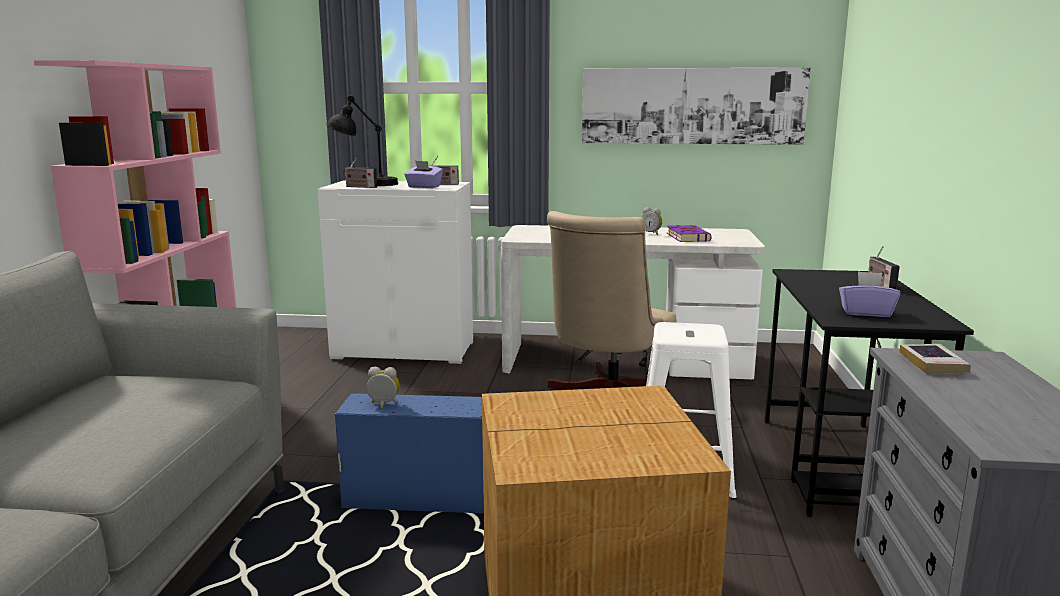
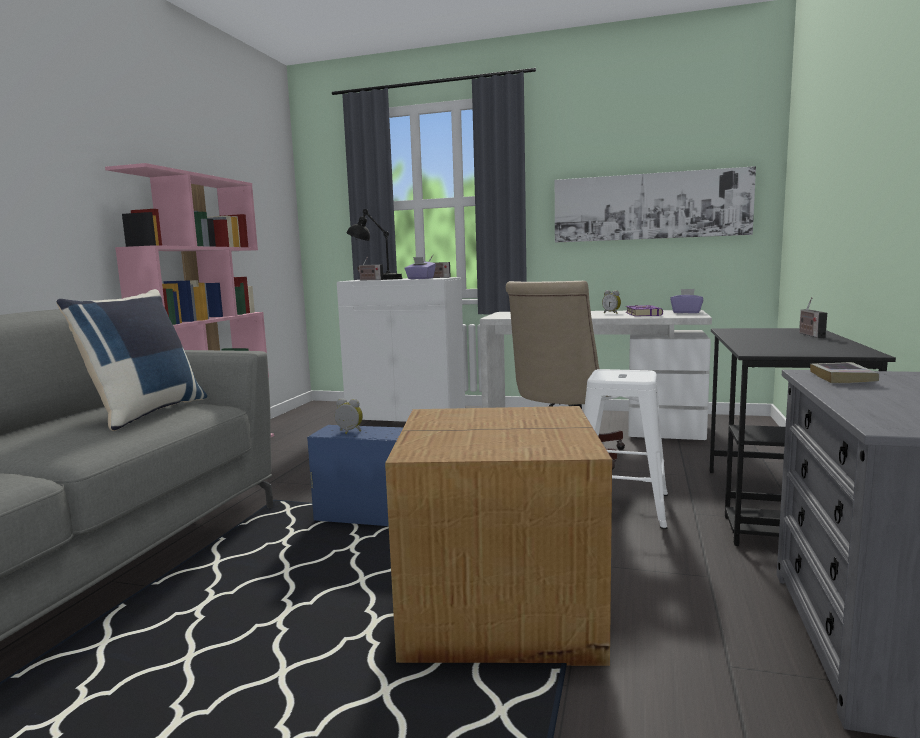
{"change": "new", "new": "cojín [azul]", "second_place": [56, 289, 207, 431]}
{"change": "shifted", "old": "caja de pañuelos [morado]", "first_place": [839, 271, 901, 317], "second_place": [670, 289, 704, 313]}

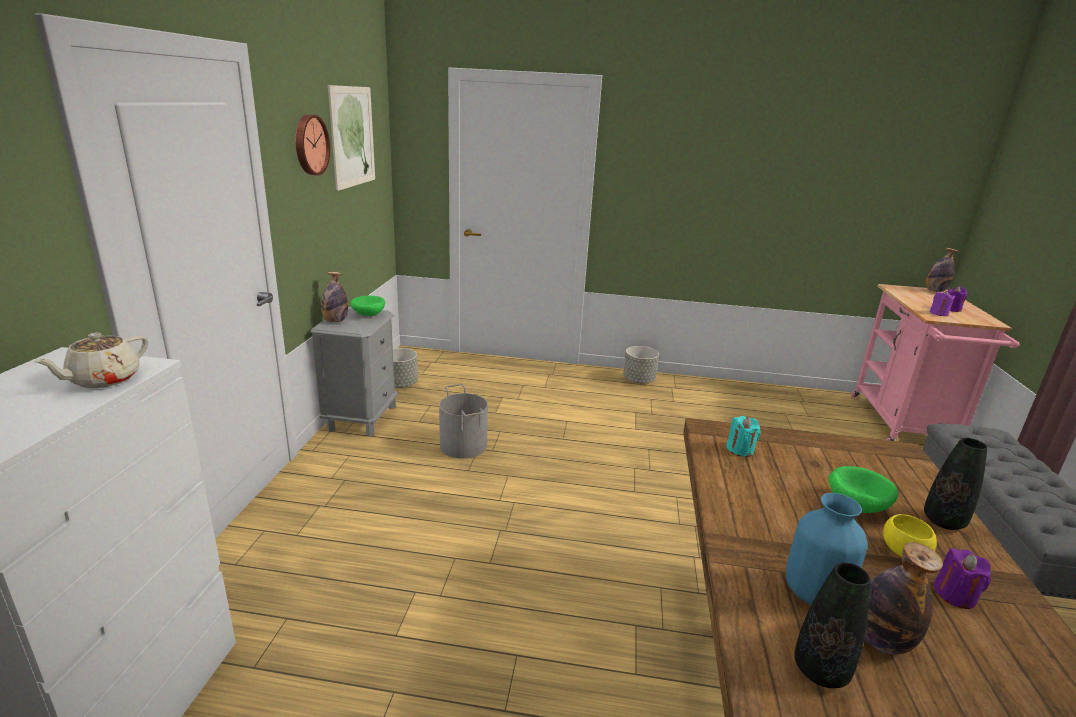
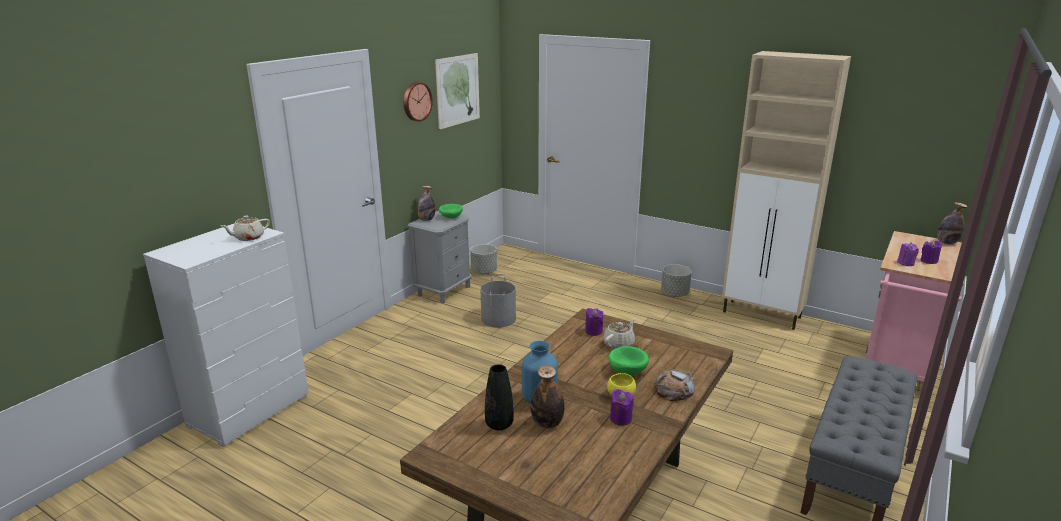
{"change": "new", "new": "tetera [beis]", "second_place": [604, 318, 635, 349]}
{"change": "new", "new": "armario [beis]", "second_place": [722, 51, 851, 330]}
{"change": "swapped", "old": "florero [negro]", "new": "pan", "first_place": [924, 438, 987, 530], "second_place": [654, 369, 695, 401]}
{"change": "repainted", "old": "vela [turquesa]", "new": "vela [morado]", "first_place": [726, 416, 761, 457], "second_place": [585, 308, 603, 336]}

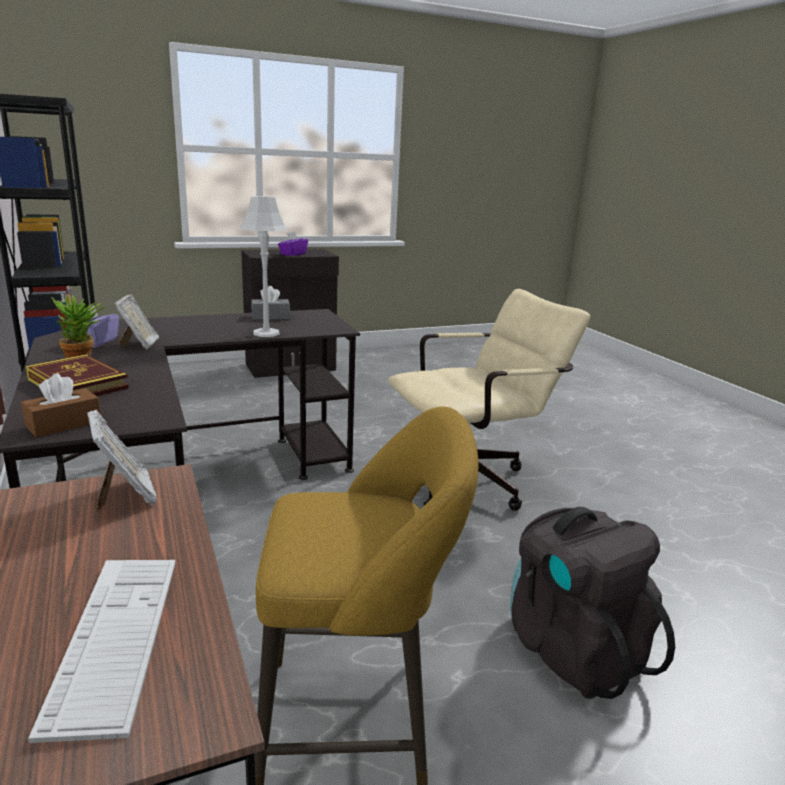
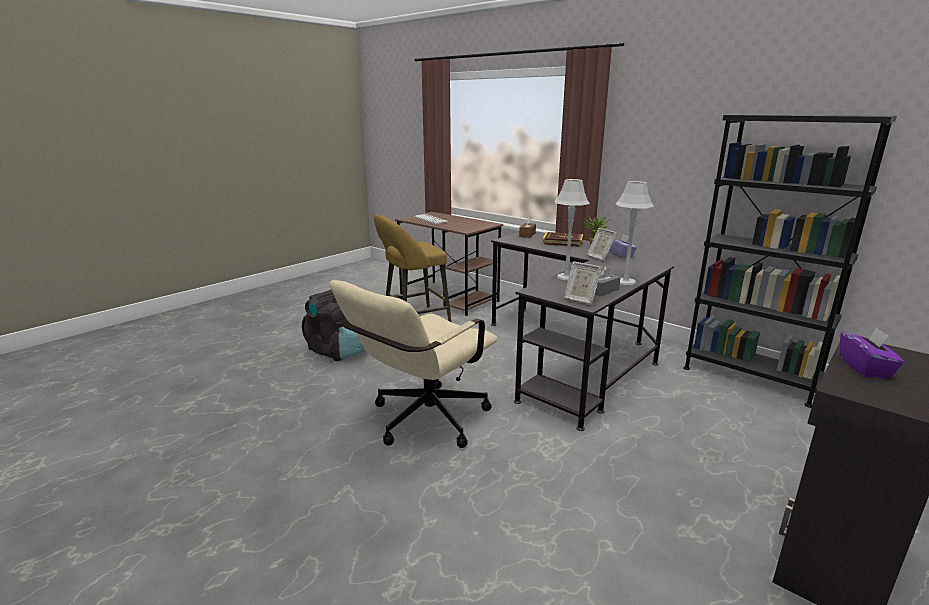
{"change": "new", "new": "lámpara de mesa [gris]", "second_place": [616, 181, 654, 285]}
{"change": "shifted", "old": "portarretratos", "first_place": [87, 410, 157, 511], "second_place": [564, 261, 602, 305]}

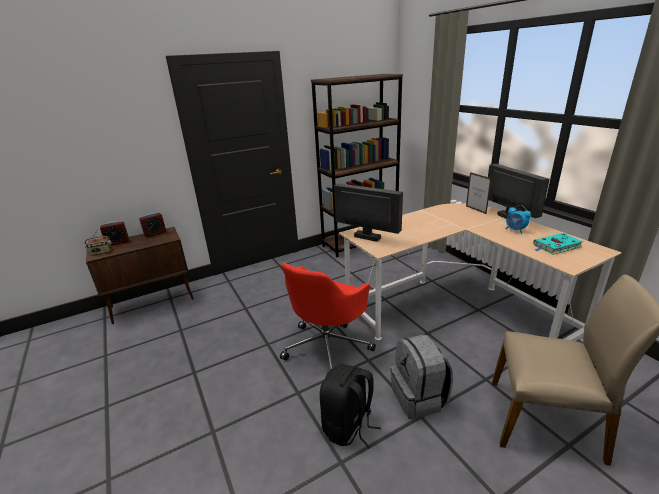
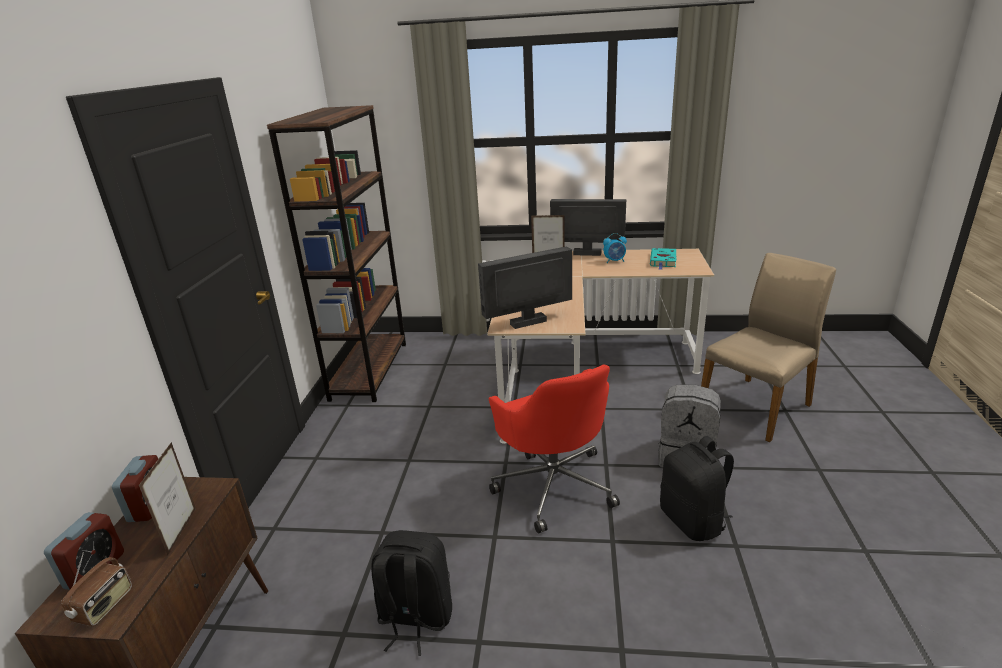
{"change": "new", "new": "portarretratos", "second_place": [139, 442, 196, 555]}
{"change": "new", "new": "mochila [negro]", "second_place": [371, 530, 452, 656]}

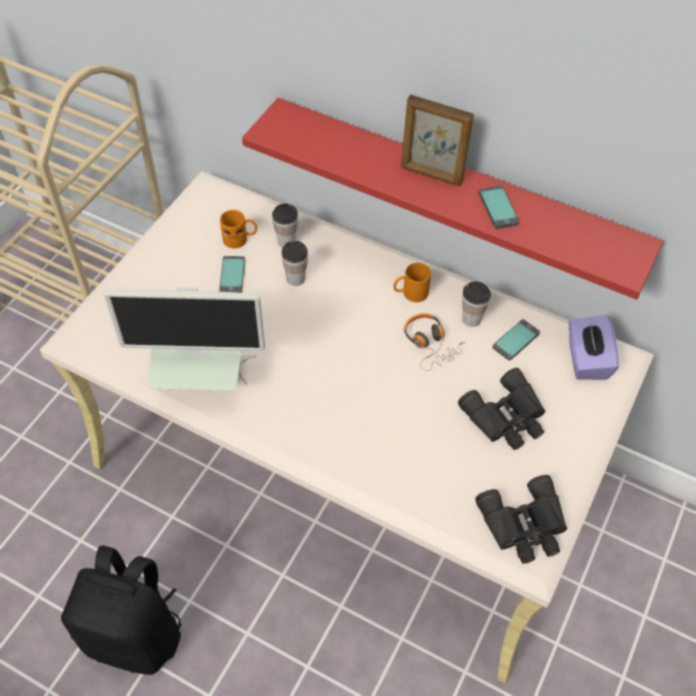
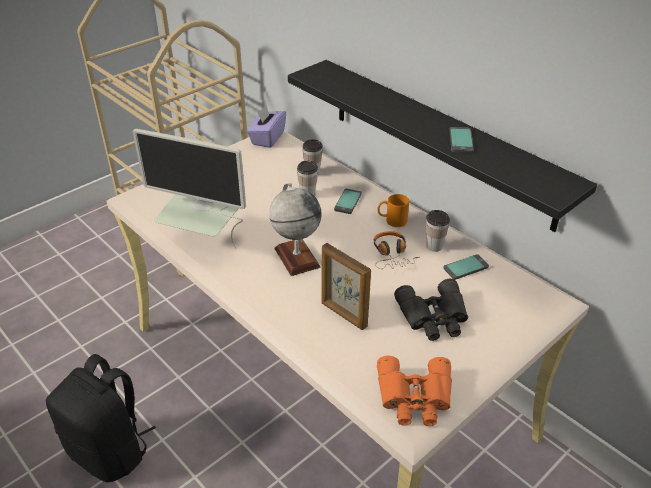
{"change": "gone", "old": "taza grande [naranja]", "first_place": [220, 210, 257, 248]}
{"change": "new", "new": "globo terráqueo", "second_place": [269, 183, 322, 276]}
{"change": "shifted", "old": "móvil", "first_place": [219, 256, 245, 293], "second_place": [334, 188, 362, 214]}
{"change": "shifted", "old": "portarretratos", "first_place": [401, 94, 474, 186], "second_place": [321, 243, 371, 330]}
{"change": "shifted", "old": "caja de pañuelos [morado]", "first_place": [569, 315, 619, 380], "second_place": [247, 105, 286, 148]}
{"change": "repainted", "old": "estante [rojo]", "new": "estante [negro]", "first_place": [242, 98, 663, 300], "second_place": [288, 60, 597, 232]}
{"change": "repainted", "old": "prismáticos [negro]", "new": "prismáticos [naranja]", "first_place": [475, 475, 567, 564], "second_place": [377, 356, 452, 426]}

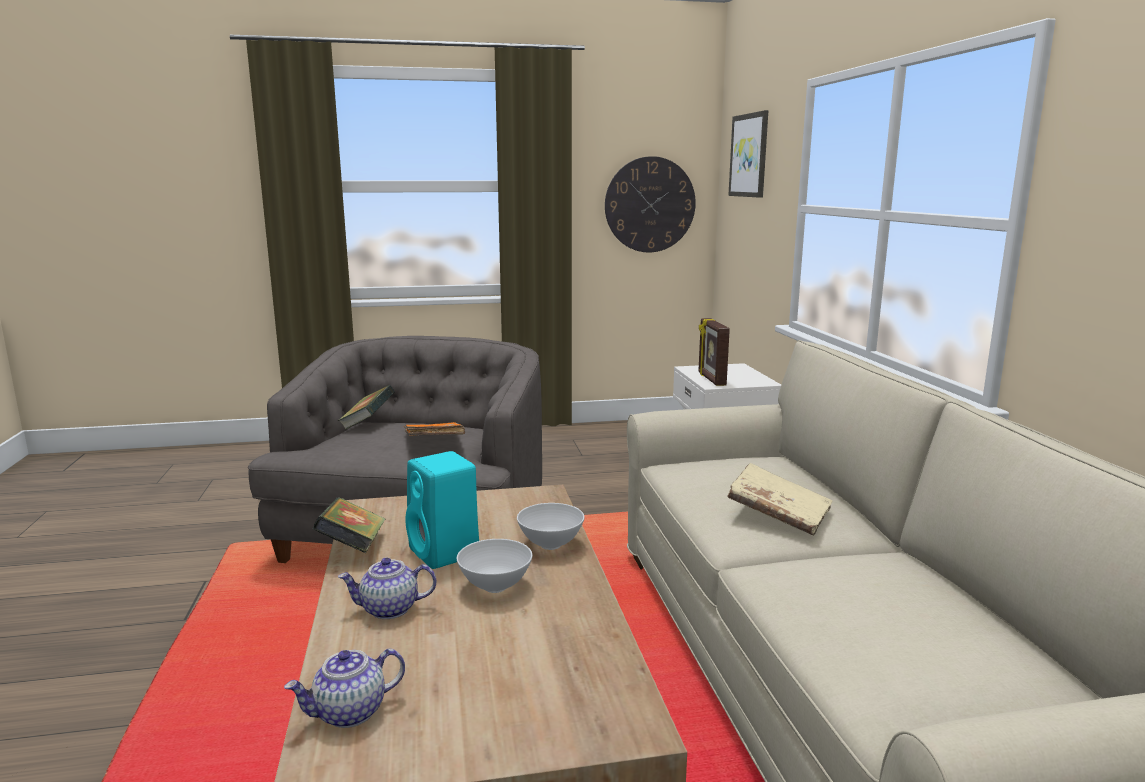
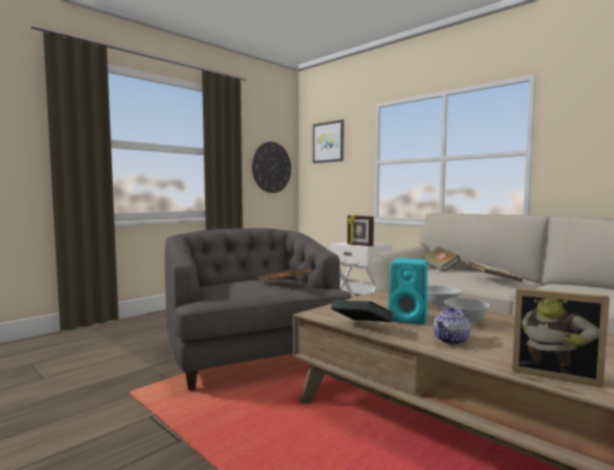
{"change": "shifted", "old": "libro", "first_place": [338, 385, 395, 430], "second_place": [423, 247, 460, 272]}
{"change": "swapped", "old": "tetera", "new": "portarretratos", "first_place": [284, 649, 405, 728], "second_place": [512, 288, 609, 387]}

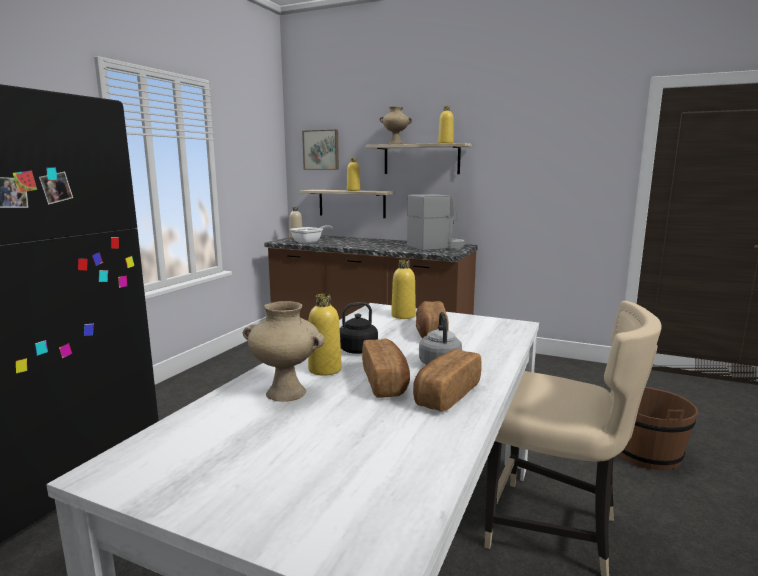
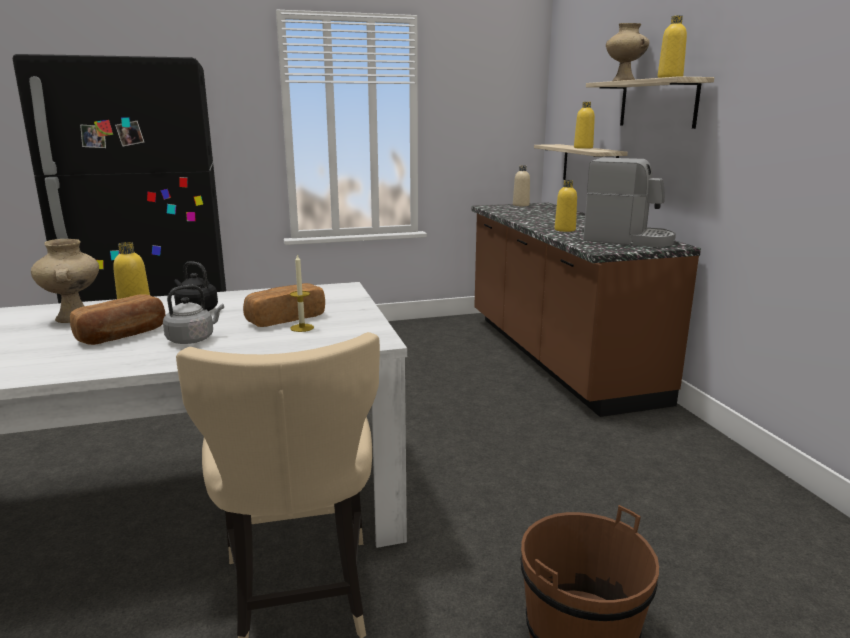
{"change": "gone", "old": "sartén", "first_place": [290, 225, 333, 244]}
{"change": "gone", "old": "cuadro", "first_place": [302, 130, 339, 170]}
{"change": "gone", "old": "pan", "first_place": [413, 349, 482, 412]}
{"change": "new", "new": "vela", "second_place": [290, 254, 314, 332]}
{"change": "shifted", "old": "botella [amarillo]", "first_place": [391, 260, 416, 319], "second_place": [555, 180, 577, 232]}

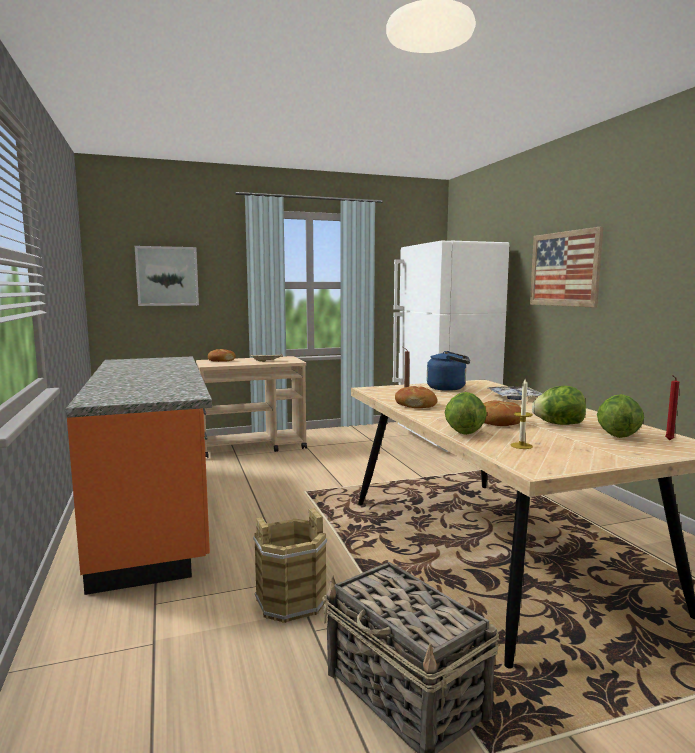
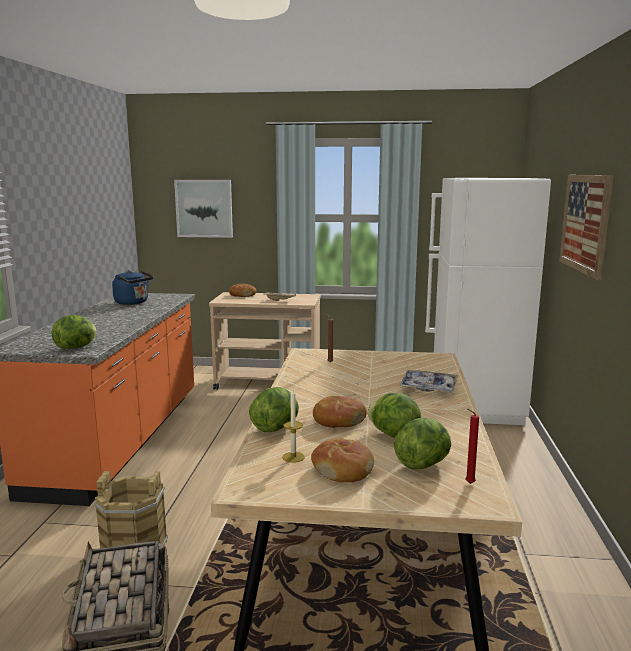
{"change": "new", "new": "lechuga", "second_place": [52, 315, 97, 349]}
{"change": "shifted", "old": "pan", "first_place": [395, 386, 437, 408], "second_place": [311, 438, 374, 482]}
{"change": "shifted", "old": "hervidor [azul]", "first_place": [427, 351, 470, 391], "second_place": [112, 270, 153, 305]}

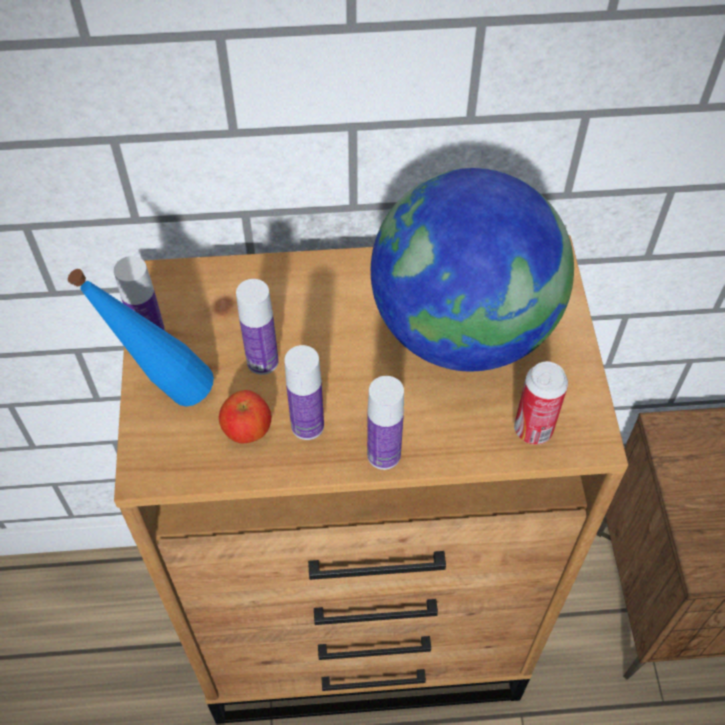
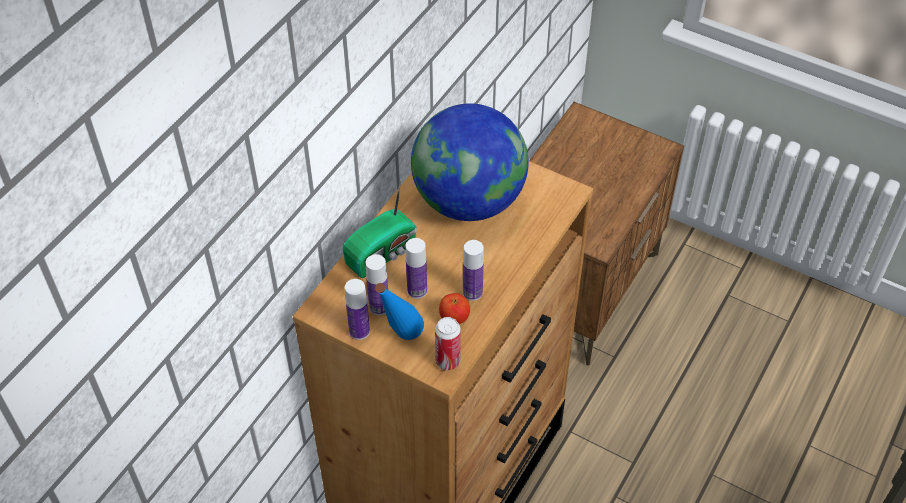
{"change": "new", "new": "radio", "second_place": [343, 178, 417, 278]}
{"change": "shifted", "old": "botella", "first_place": [367, 376, 404, 470], "second_place": [366, 254, 388, 315]}
{"change": "shifted", "old": "lata", "first_place": [514, 361, 568, 445], "second_place": [435, 317, 461, 370]}

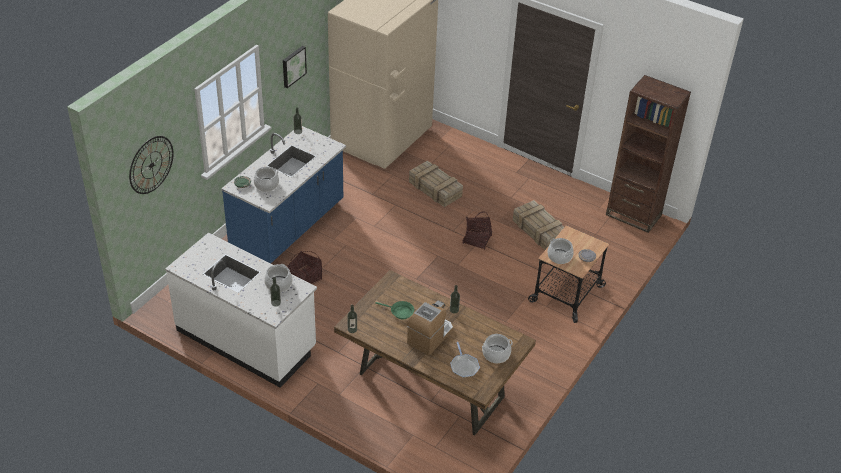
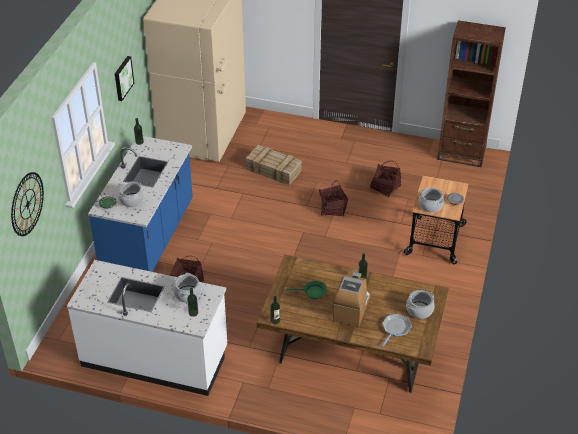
{"change": "swapped", "old": "caja de embalaje", "new": "cesta", "first_place": [513, 200, 564, 250], "second_place": [370, 161, 401, 197]}
{"change": "rotated", "old": "sartén", "first_place": [450, 342, 480, 378], "second_place": [382, 314, 412, 346], "degrees": -120}

